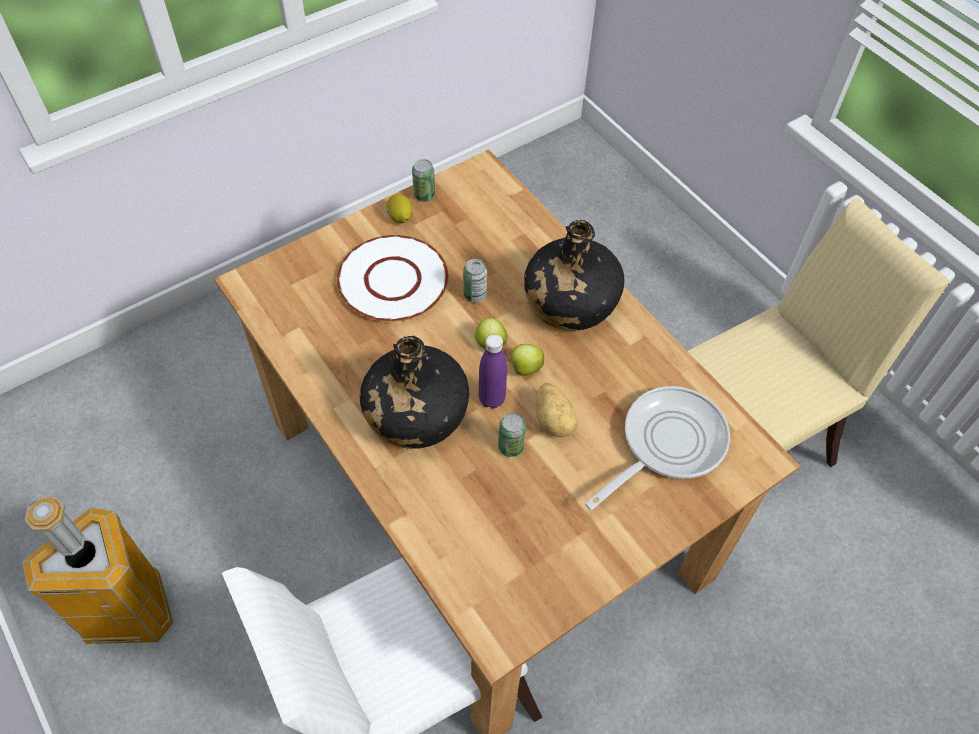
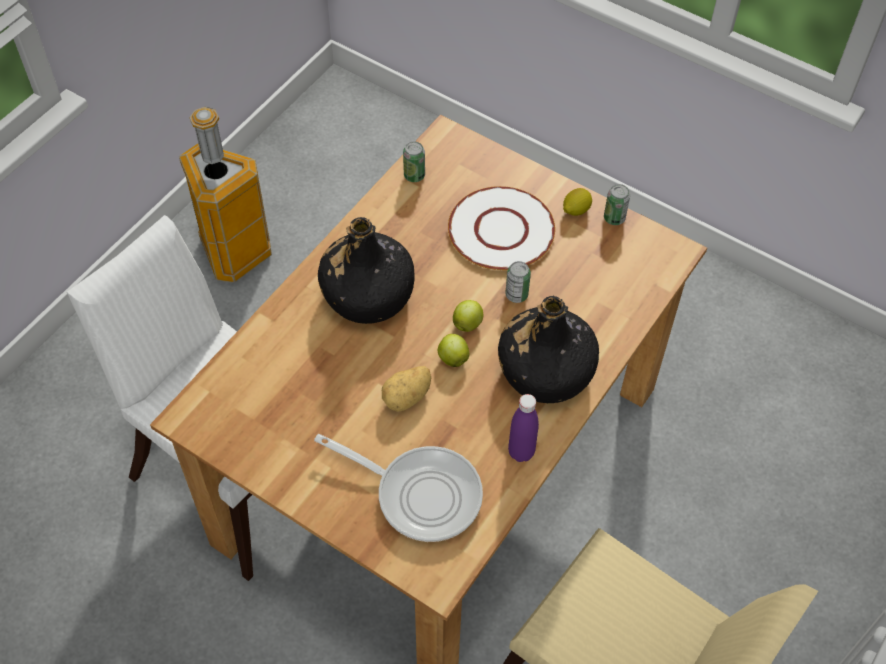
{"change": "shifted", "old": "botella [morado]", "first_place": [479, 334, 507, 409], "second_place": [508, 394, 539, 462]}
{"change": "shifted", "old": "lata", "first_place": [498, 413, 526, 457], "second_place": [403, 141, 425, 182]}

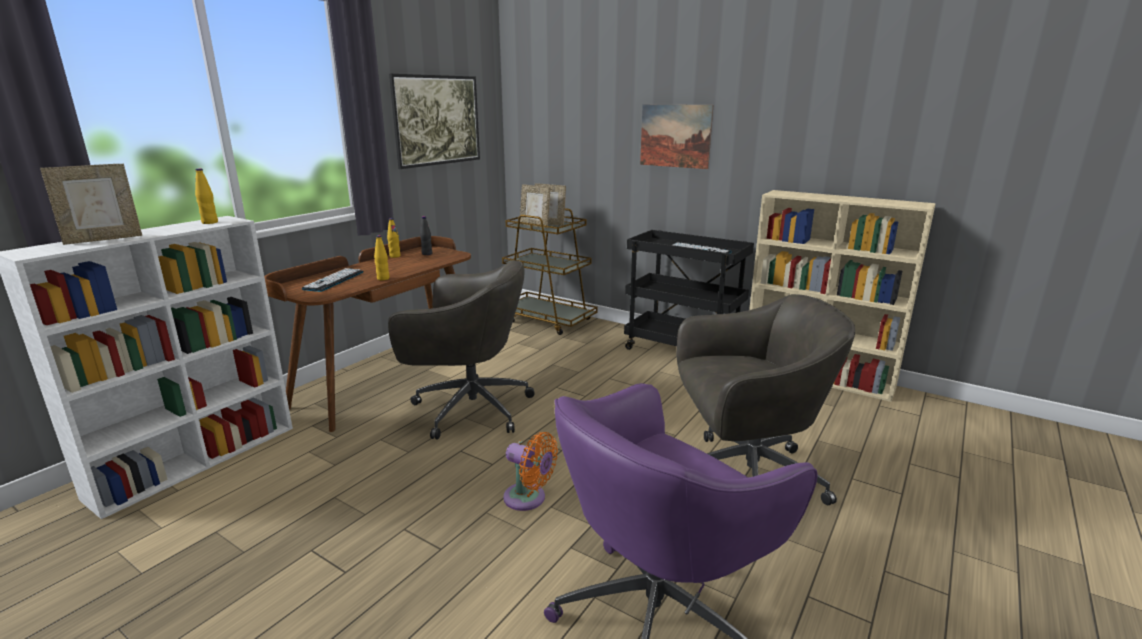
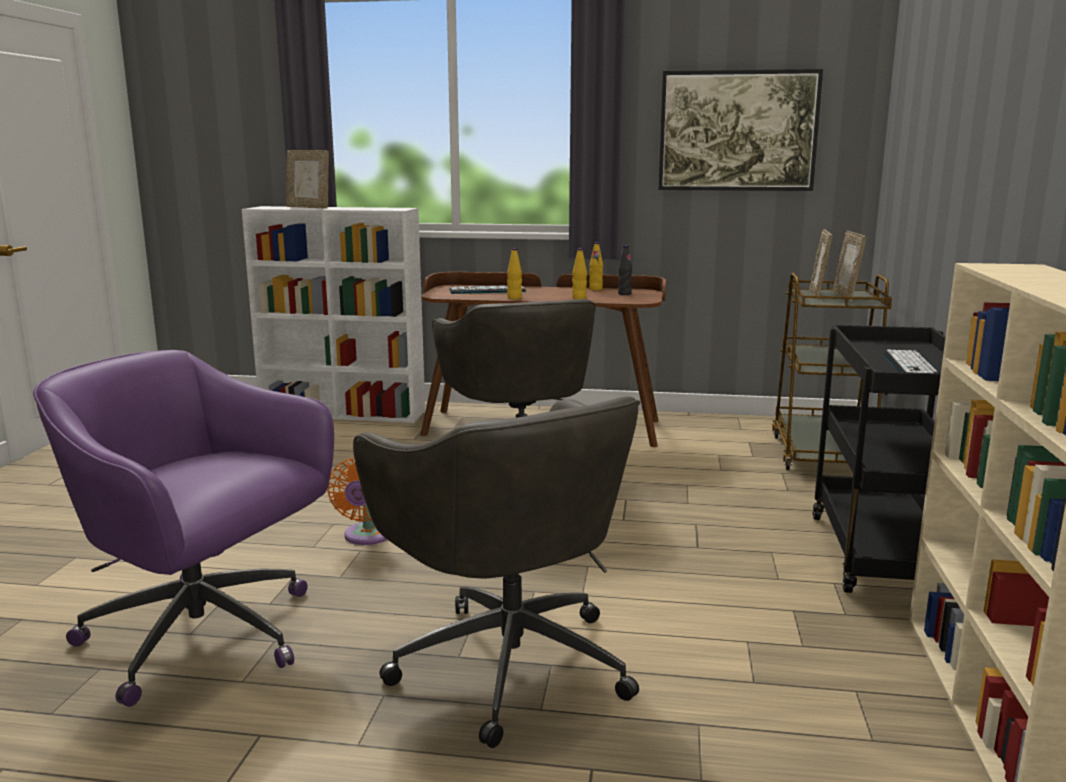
{"change": "gone", "old": "cuadro", "first_place": [640, 104, 713, 169]}
{"change": "shifted", "old": "botella [amarillo]", "first_place": [195, 168, 218, 224], "second_place": [572, 248, 587, 299]}

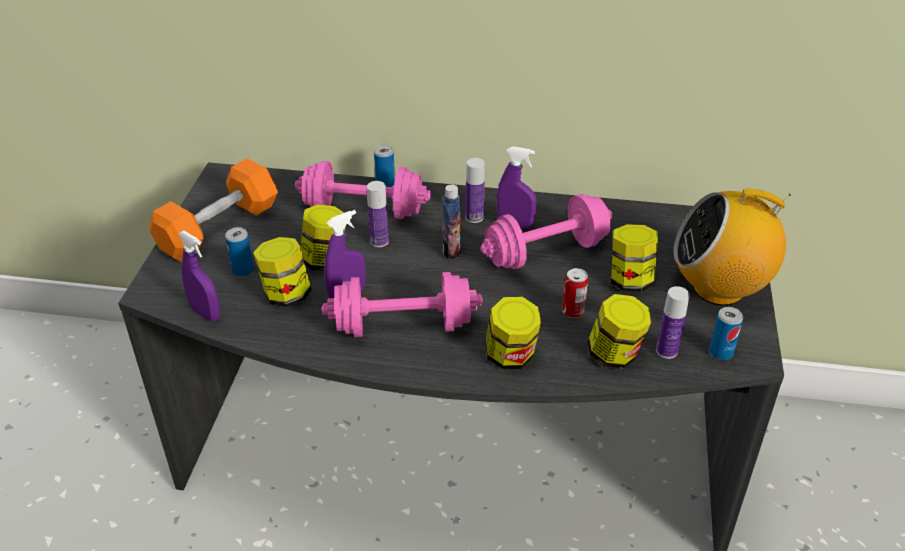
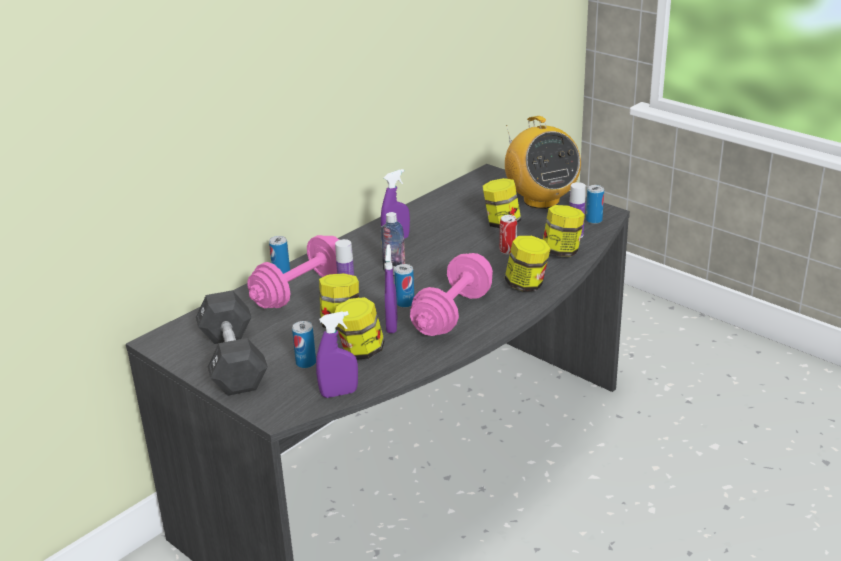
{"change": "gone", "old": "botella", "first_place": [466, 158, 485, 223]}
{"change": "gone", "old": "mancuerna [rosa]", "first_place": [481, 194, 612, 269]}
{"change": "new", "new": "lata", "second_place": [394, 264, 414, 308]}
{"change": "repainted", "old": "mancuerna [naranja]", "new": "mancuerna [negro]", "first_place": [149, 158, 278, 262], "second_place": [196, 290, 268, 396]}
{"change": "rotated", "old": "radio", "first_place": [673, 189, 791, 306], "second_place": [505, 116, 581, 209], "degrees": -60}

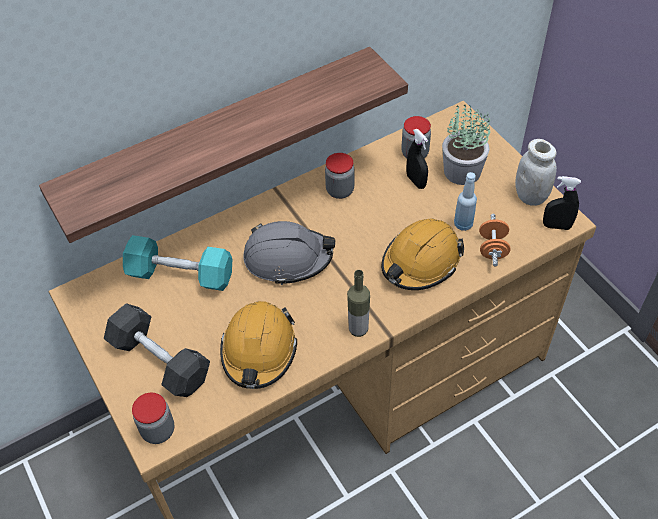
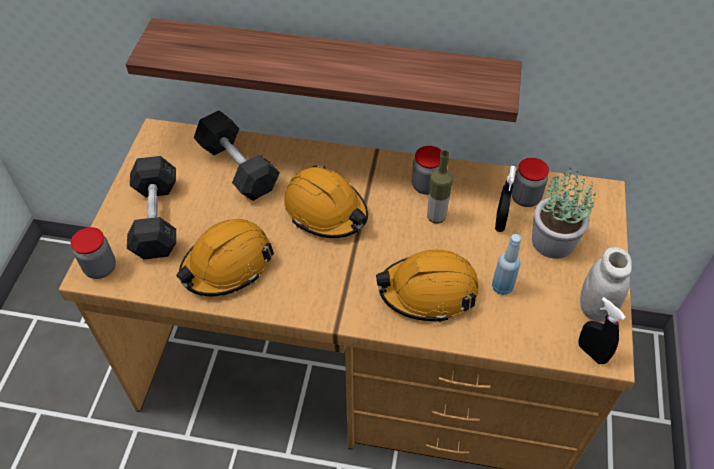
{"change": "gone", "old": "mancuerna [naranja]", "first_place": [479, 214, 511, 266]}
{"change": "shifted", "old": "botella", "first_place": [347, 270, 370, 337], "second_place": [427, 150, 453, 224]}
{"change": "repainted", "old": "mancuerna [turquesa]", "new": "mancuerna [gris]", "first_place": [123, 235, 232, 291], "second_place": [194, 110, 280, 201]}
{"change": "repainted", "old": "casco [gris]", "new": "casco [naranja]", "first_place": [243, 221, 335, 285], "second_place": [284, 165, 368, 238]}

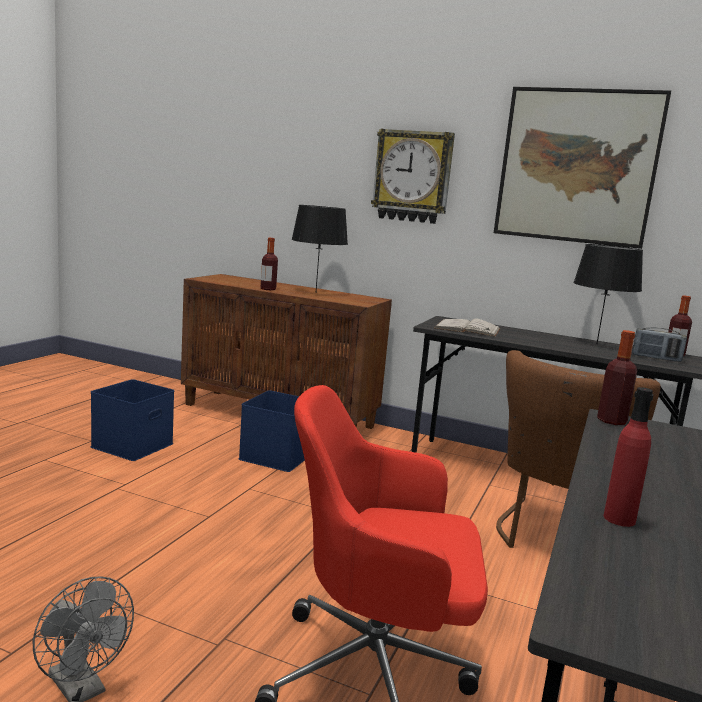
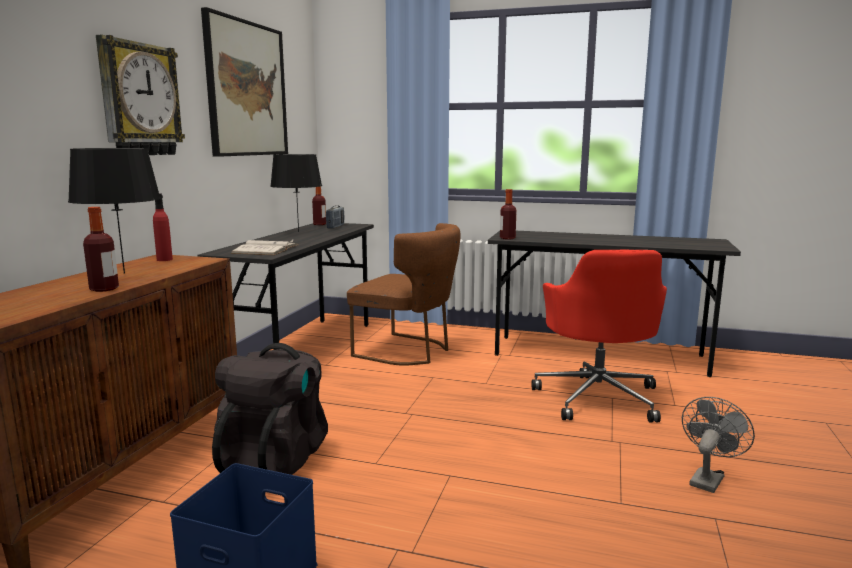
{"change": "shifted", "old": "botella [rojo]", "first_place": [604, 387, 653, 527], "second_place": [153, 193, 173, 261]}
{"change": "swapped", "old": "caja de almacenaje [azul]", "new": "mochila [negro]", "first_place": [239, 390, 305, 472], "second_place": [212, 343, 328, 475]}

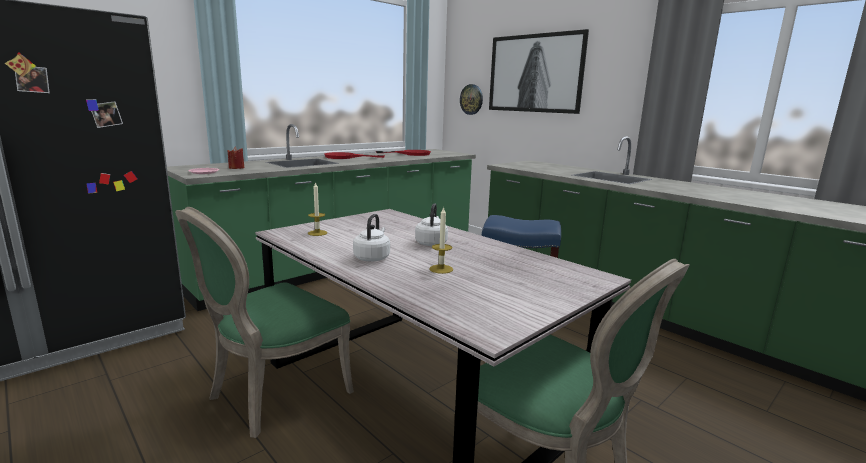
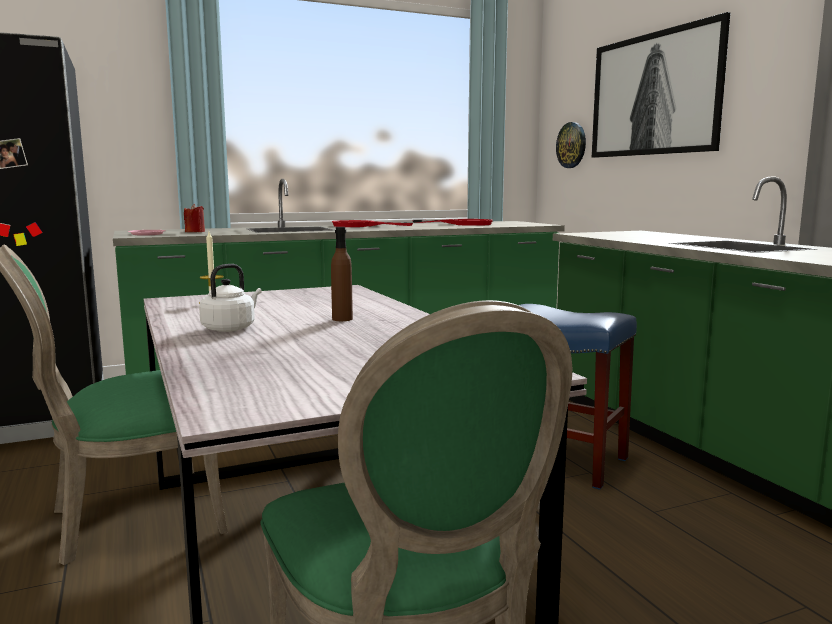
{"change": "gone", "old": "vela", "first_place": [429, 206, 453, 274]}
{"change": "swapped", "old": "hervidor [blanco]", "new": "botella [marrón]", "first_place": [415, 203, 448, 246], "second_place": [331, 227, 353, 321]}

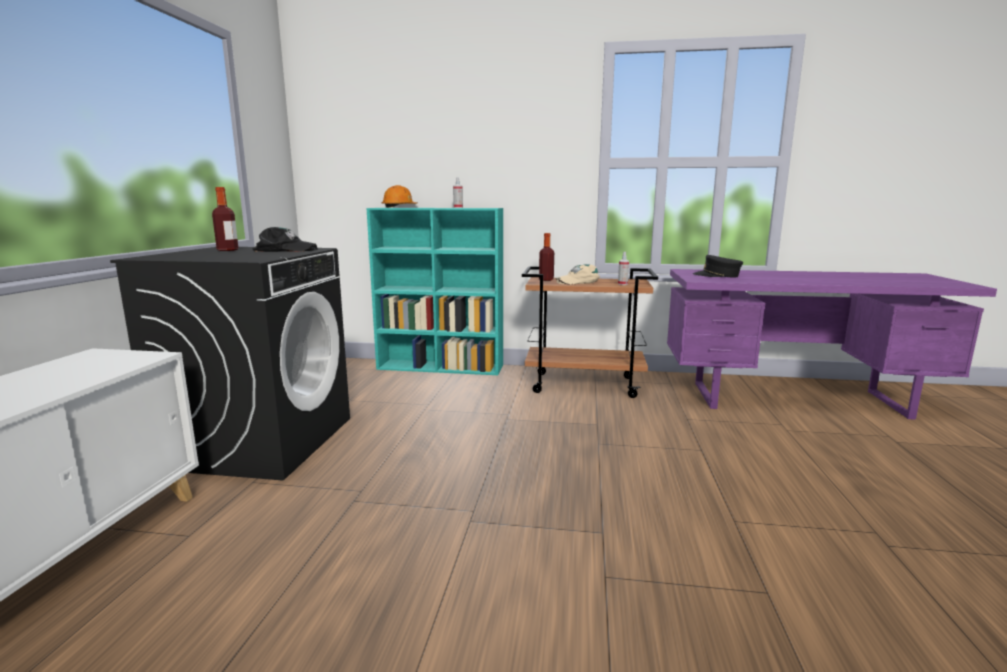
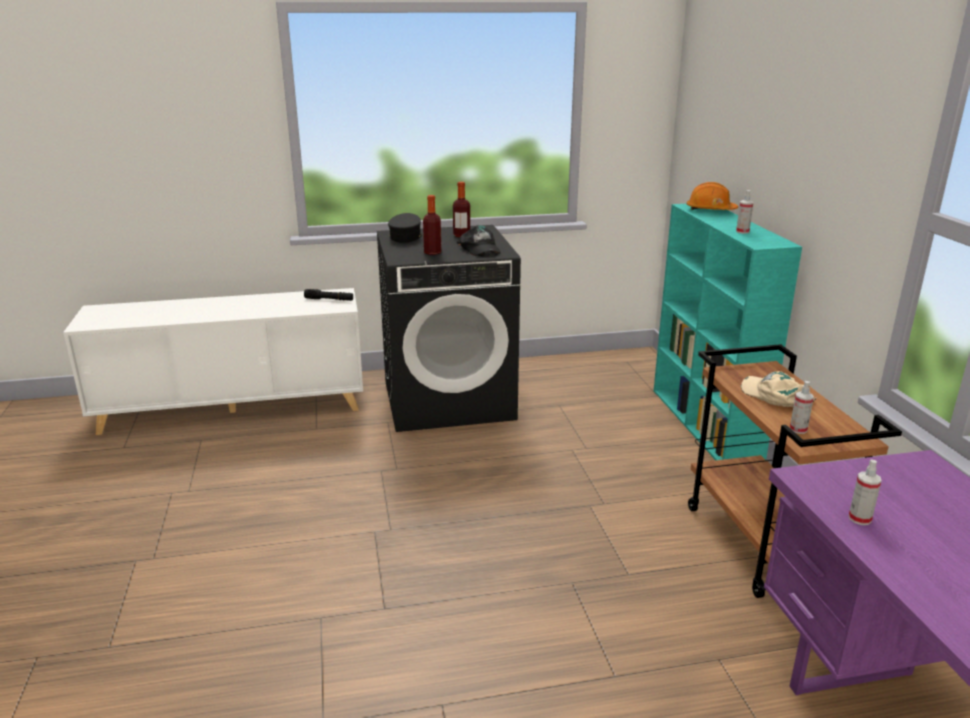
{"change": "new", "new": "linterna [negro]", "second_place": [304, 289, 353, 301]}
{"change": "new", "new": "pulverizador", "second_place": [849, 460, 882, 525]}
{"change": "shifted", "old": "botella", "first_place": [539, 233, 554, 281], "second_place": [423, 195, 441, 255]}
{"change": "shifted", "old": "gorra [negro]", "first_place": [693, 255, 743, 277], "second_place": [388, 213, 422, 243]}

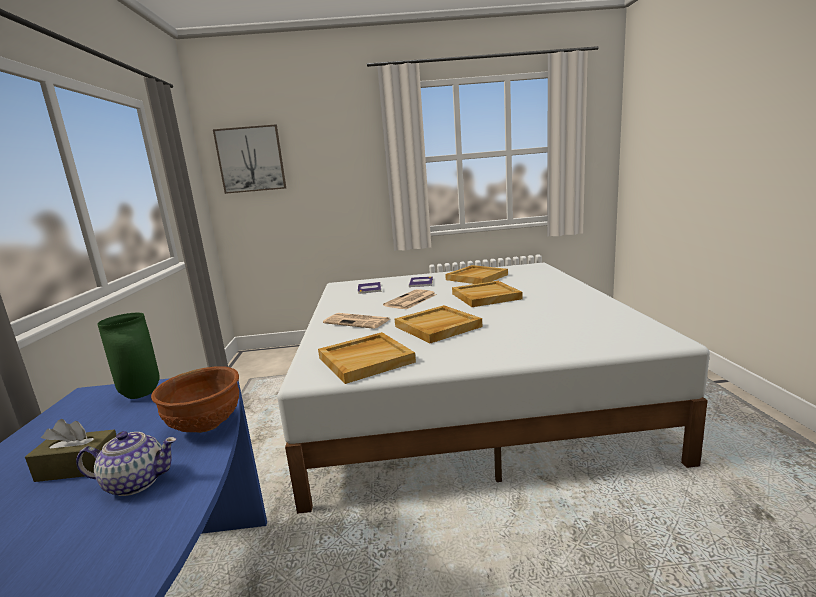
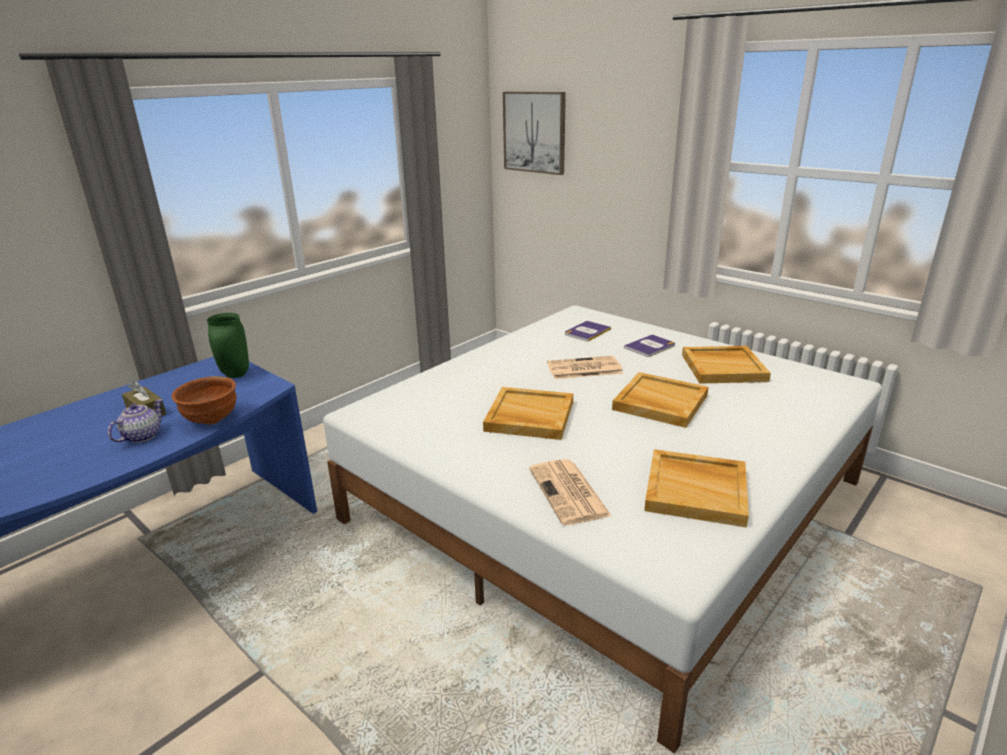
{"change": "shifted", "old": "bandeja [beis]", "first_place": [318, 332, 416, 384], "second_place": [644, 449, 749, 527]}
{"change": "shifted", "old": "periódico", "first_place": [323, 313, 390, 329], "second_place": [529, 459, 612, 525]}
{"change": "rotated", "old": "tetera", "first_place": [76, 431, 177, 496], "second_place": [108, 399, 163, 443], "degrees": -105}

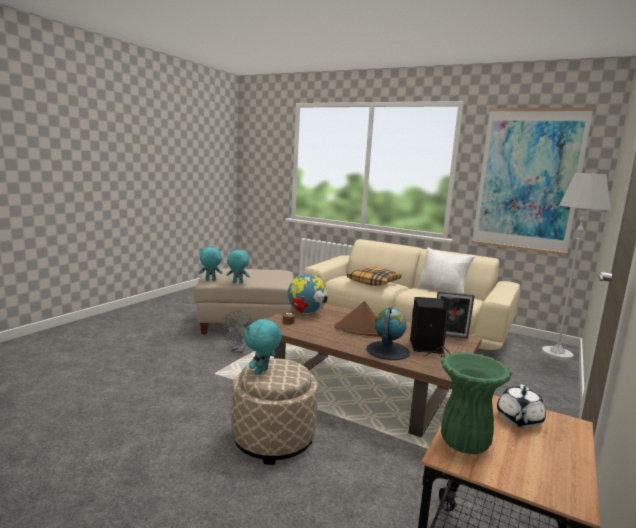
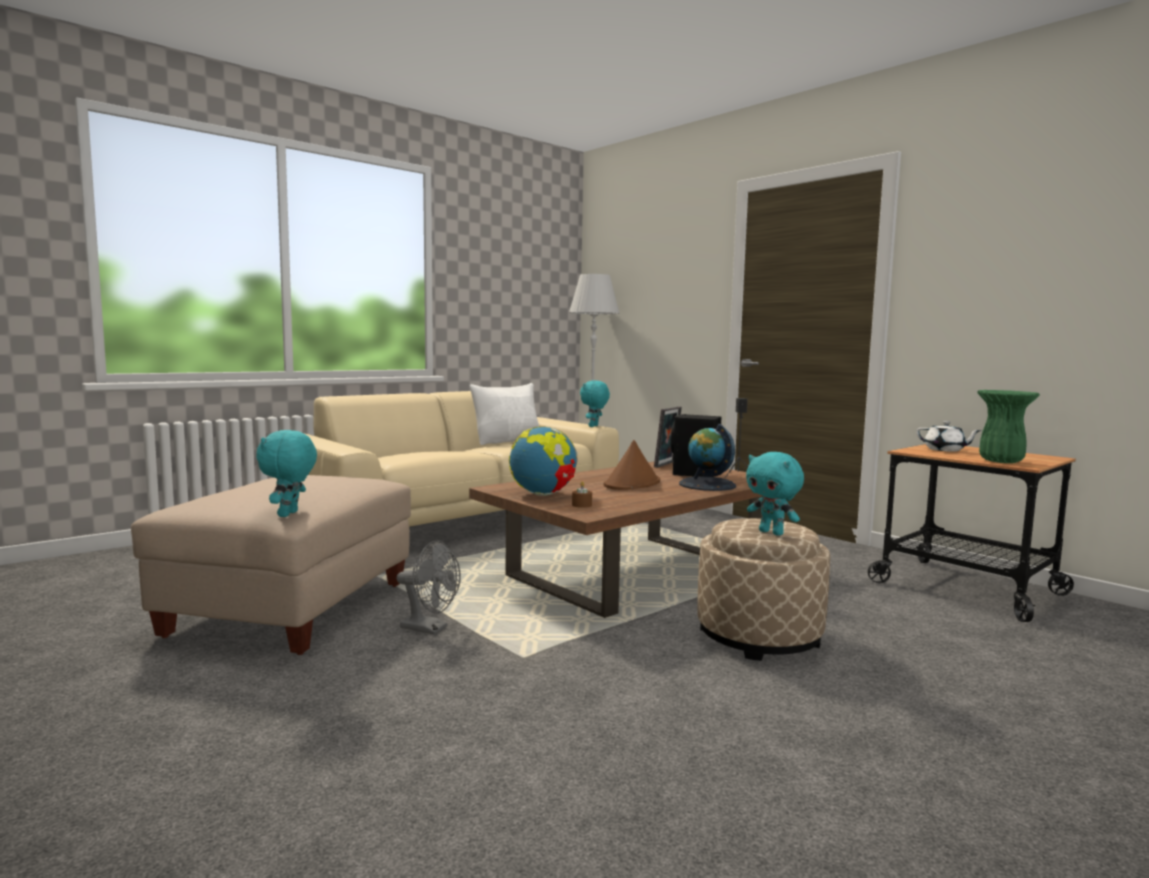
{"change": "gone", "old": "cojín", "first_place": [347, 266, 401, 286]}
{"change": "gone", "old": "cuadro", "first_place": [472, 108, 593, 256]}
{"change": "shifted", "old": "peluche [turquesa]", "first_place": [226, 250, 250, 284], "second_place": [580, 380, 610, 427]}

